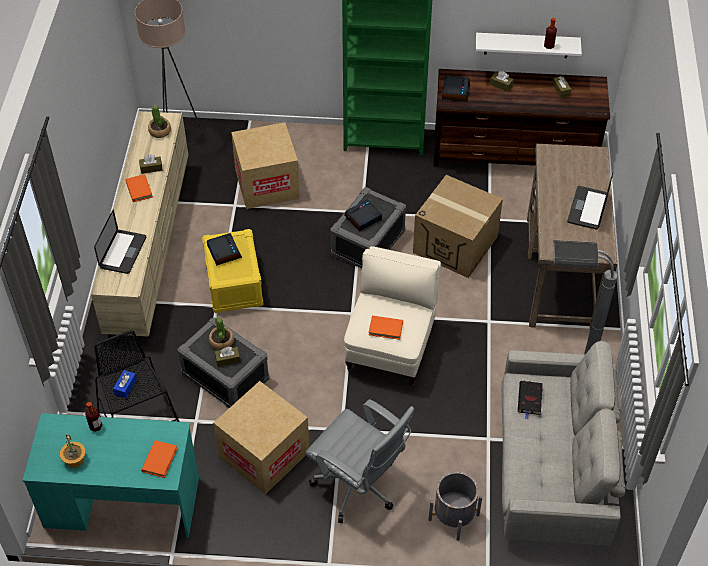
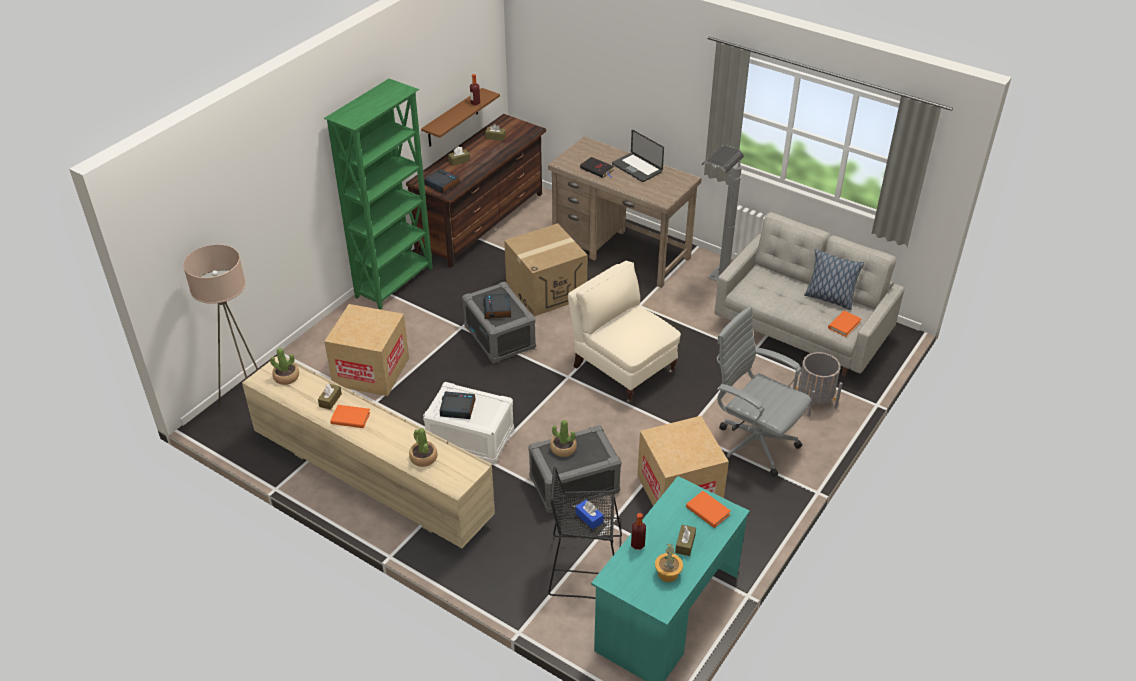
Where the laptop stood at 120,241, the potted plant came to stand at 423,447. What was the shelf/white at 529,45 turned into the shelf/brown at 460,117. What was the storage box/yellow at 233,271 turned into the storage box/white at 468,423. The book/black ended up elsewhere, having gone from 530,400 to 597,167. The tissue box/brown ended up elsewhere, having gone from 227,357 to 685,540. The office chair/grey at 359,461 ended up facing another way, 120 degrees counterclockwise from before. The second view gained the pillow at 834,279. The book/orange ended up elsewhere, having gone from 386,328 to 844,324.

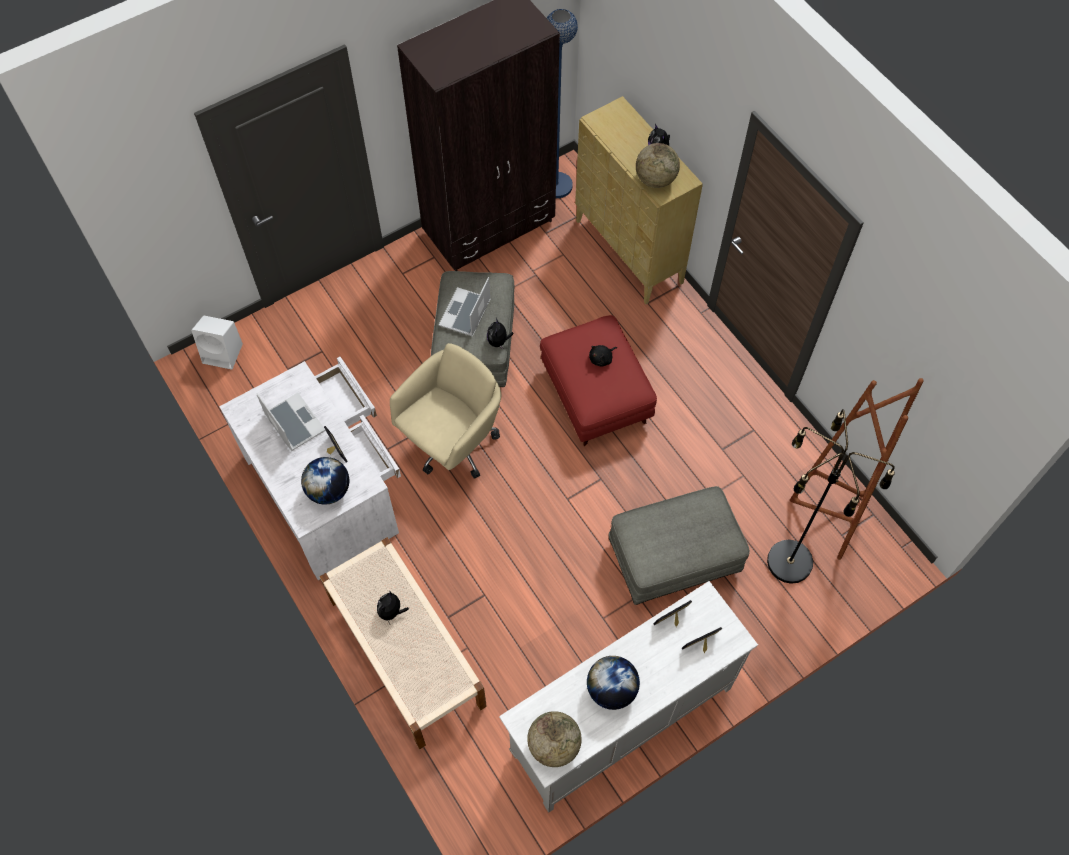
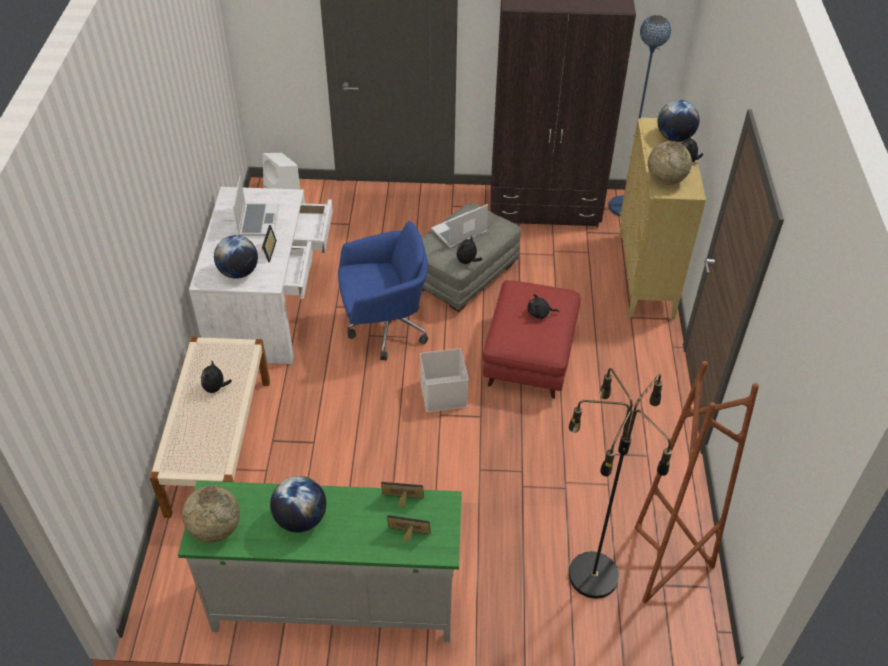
What was the dresser/white at 628,697 turned into the dresser/green at 320,561. The plush toy at 393,607 ended up facing another way, 45 degrees counterclockwise from before. What was the office chair/beige at 445,411 turned into the office chair/blue at 383,290. The second view gained the storage box/white at 444,380. The second view gained the globe at 679,121. The second view lost the ottoman/grey at 679,545.

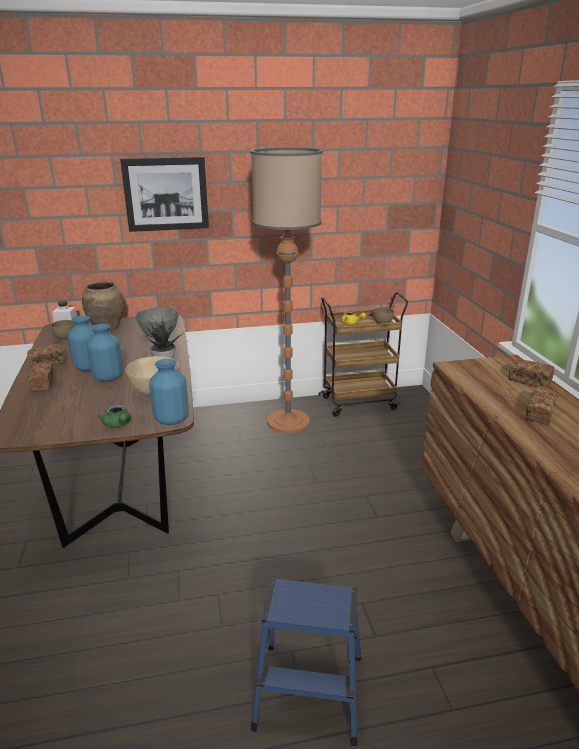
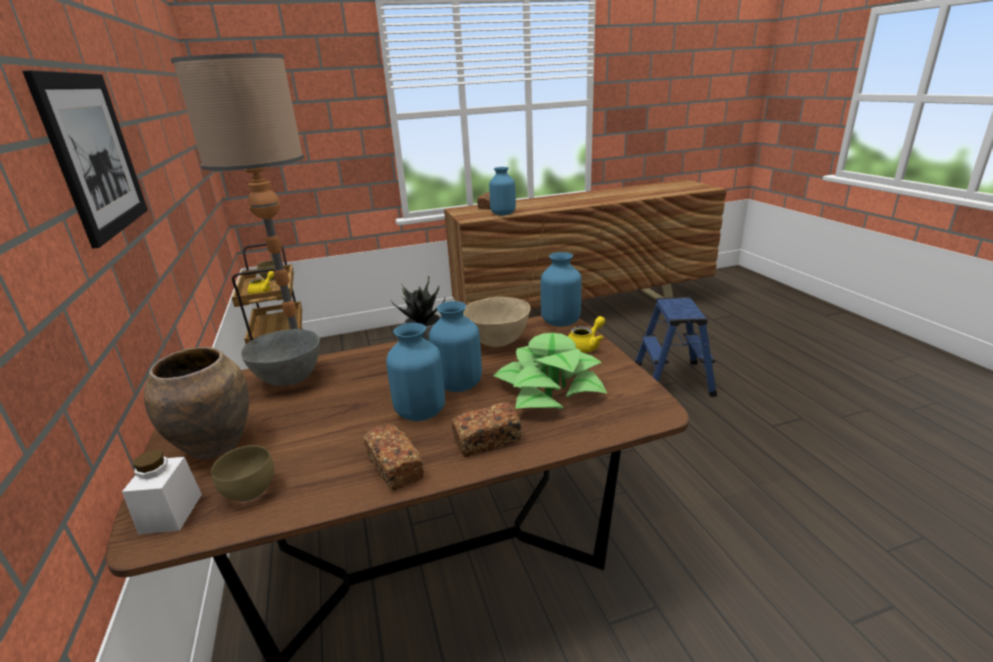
The second view gained the vase/blue at 502,191. The second view gained the potted plant at 550,371. What was the teapot/green at 114,416 turned into the teapot/yellow at 586,334. The second view lost the bread at 542,405.

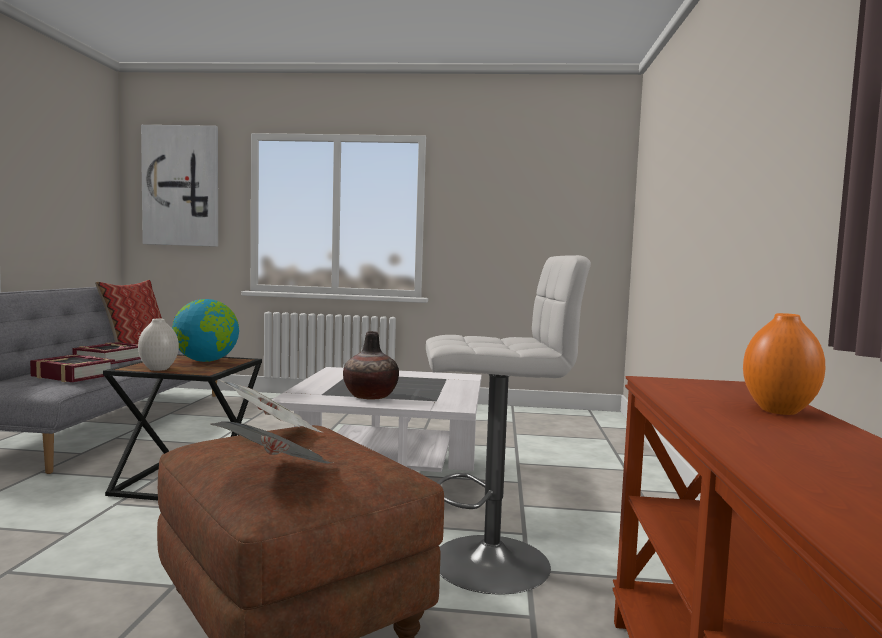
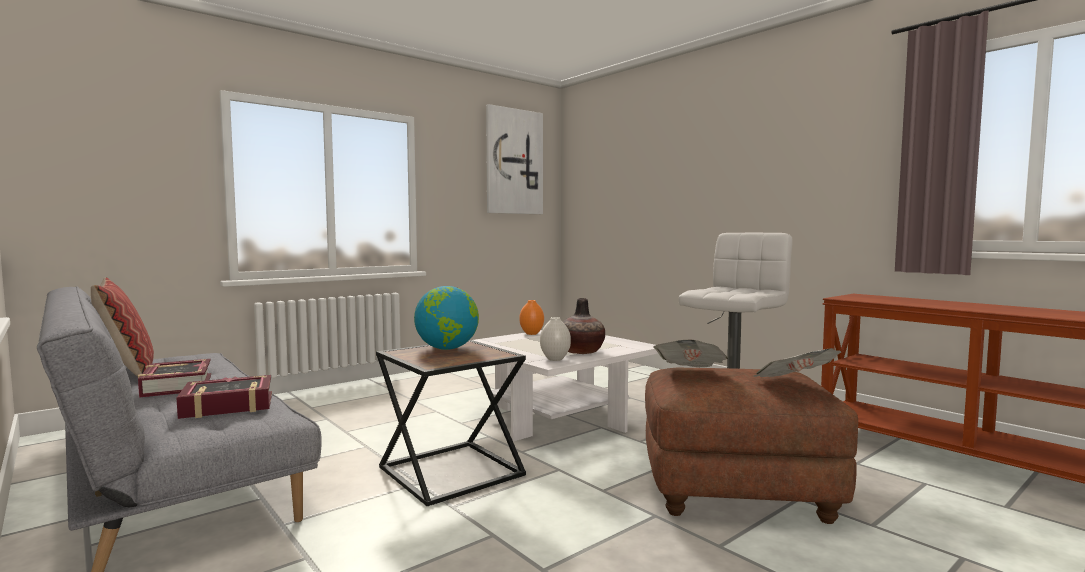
The picture ended up elsewhere, having gone from 179,186 to 514,159. The vase/orange ended up elsewhere, having gone from 784,364 to 531,317. The vase/white ended up elsewhere, having gone from 158,345 to 555,339.

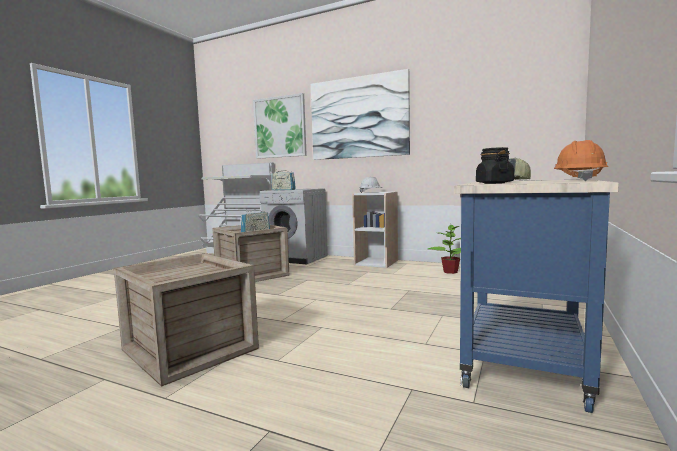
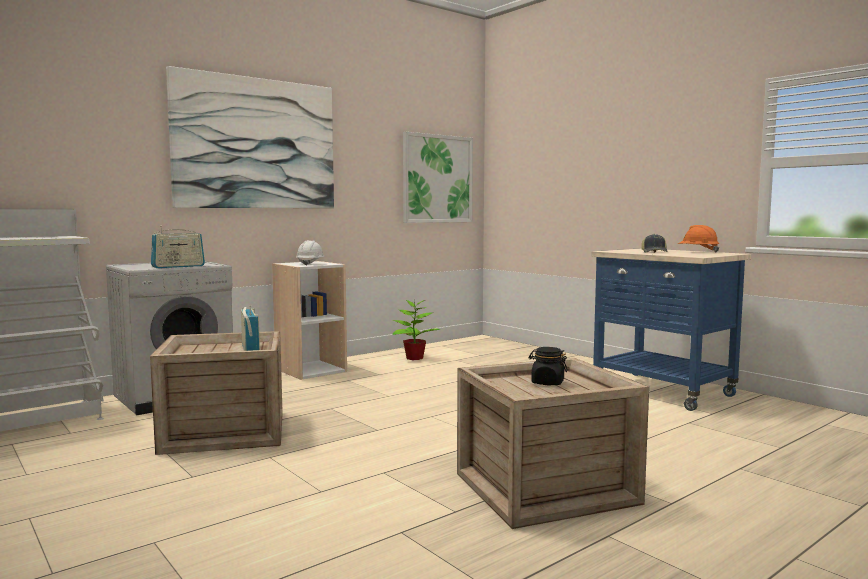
The picture ended up elsewhere, having gone from 280,126 to 438,177. The jar/black ended up elsewhere, having gone from 495,165 to 548,366.

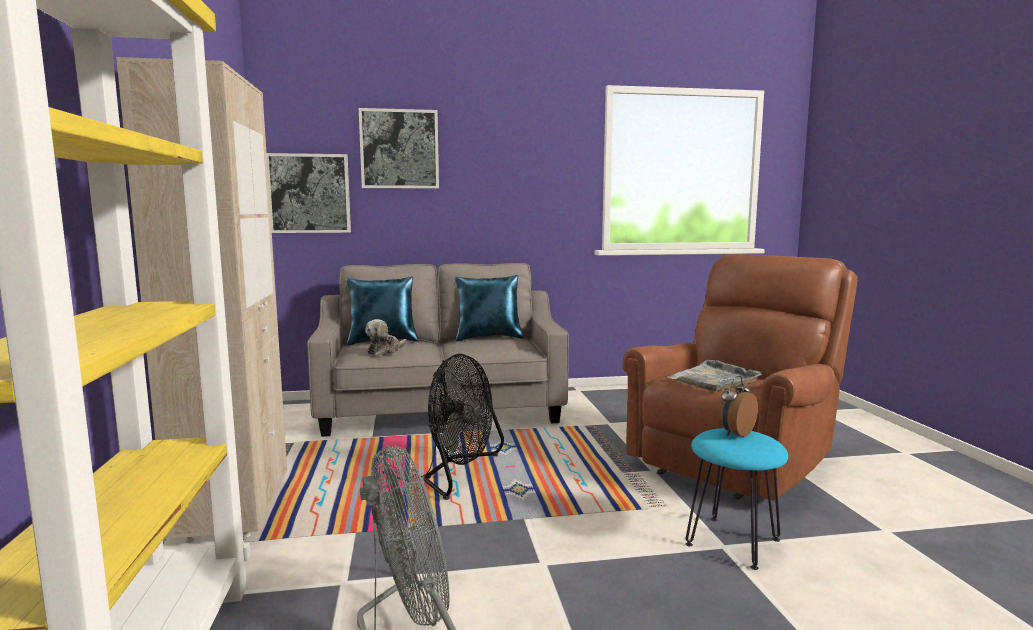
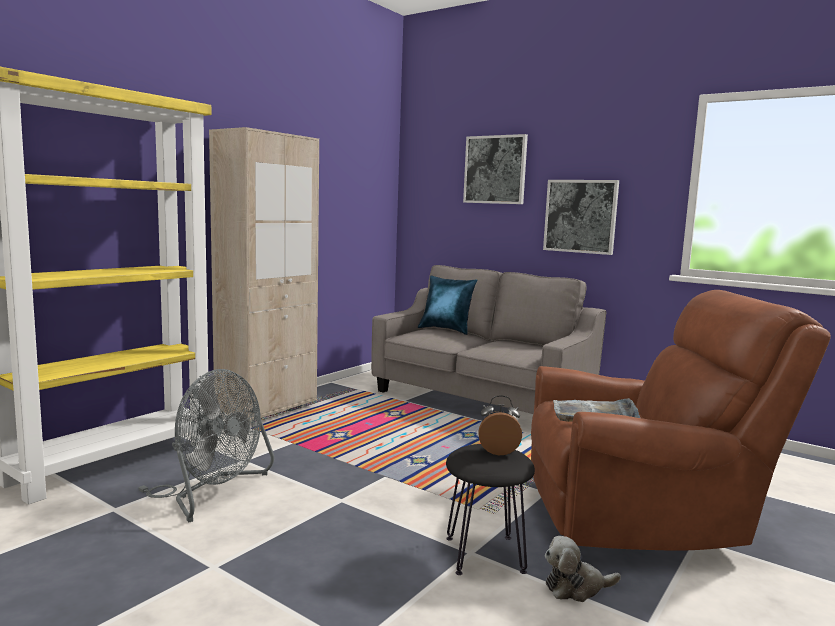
What was the stool/turquoise at 736,499 turned into the stool/black at 490,509. The picture ended up elsewhere, having gone from 309,193 to 581,217. The plush toy ended up elsewhere, having gone from 386,337 to 583,569. The second view lost the fan/black at 443,427. The second view lost the pillow/blue at 489,308.

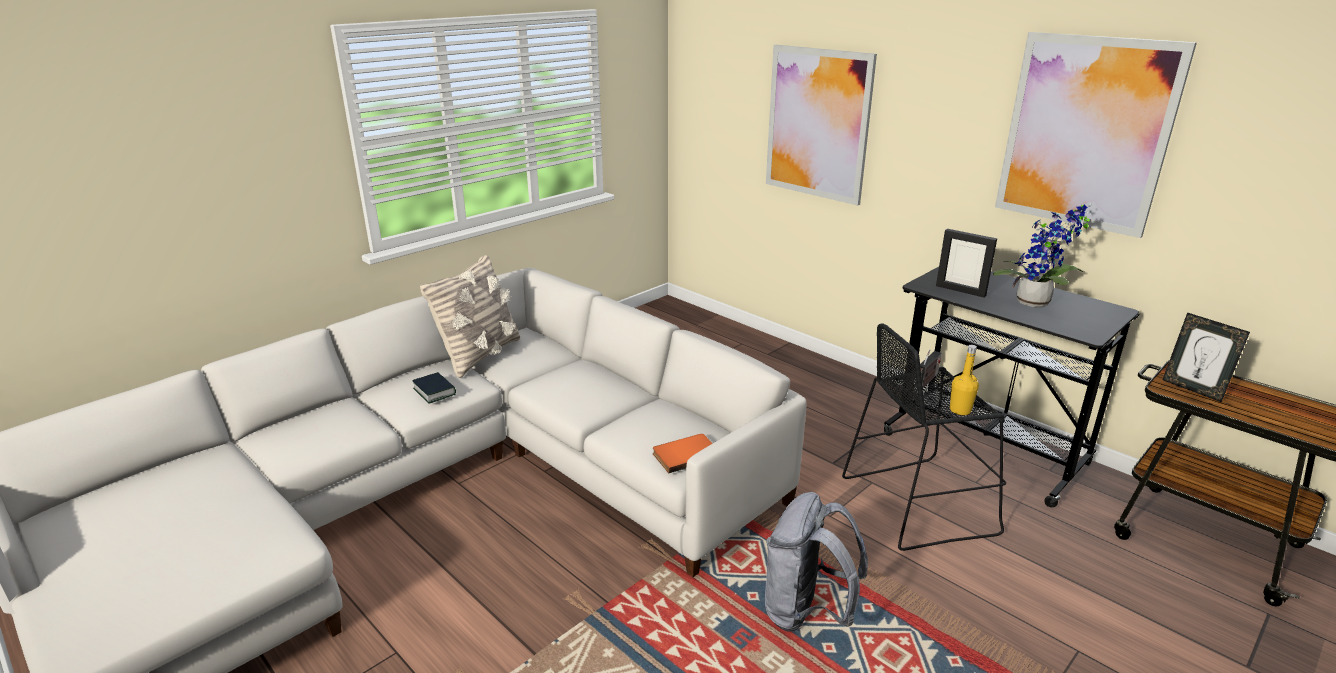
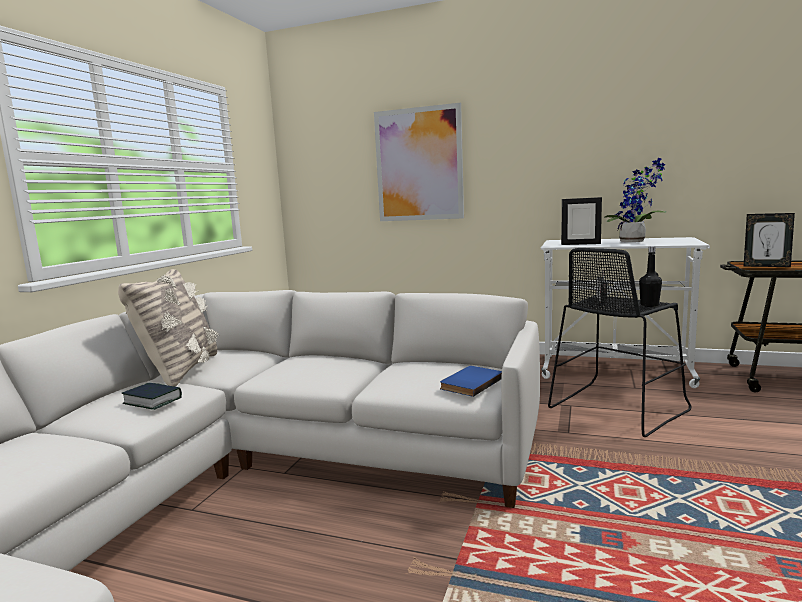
What was the book/orange at 683,453 turned into the book/blue at 471,381. What was the desk/black at 1011,387 turned into the desk/white at 625,312. What was the bottle/yellow at 964,380 turned into the bottle/black at 650,276. The second view lost the backpack/grey at 816,562. The second view lost the picture at 1096,135.

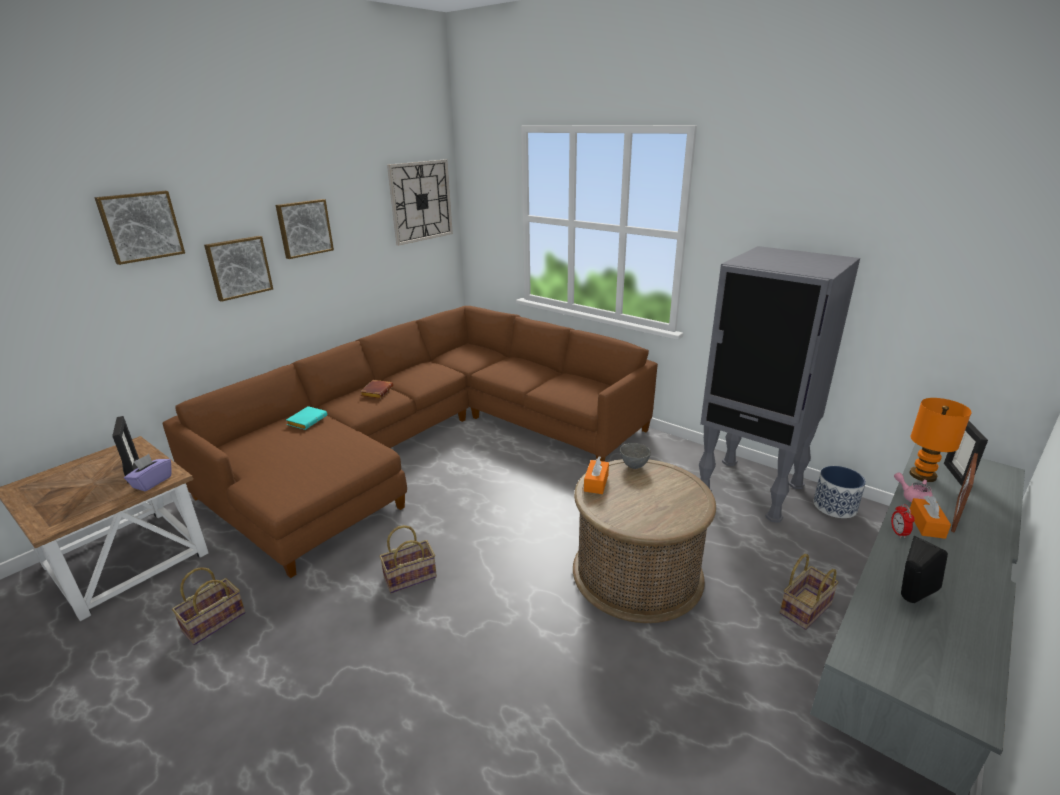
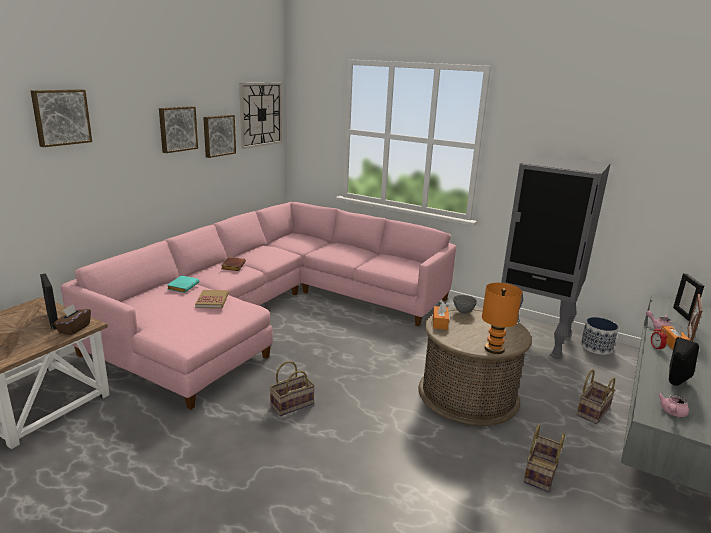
What was the tissue box/purple at 147,472 turned into the tissue box/brown at 72,319. What was the sofa/brown at 410,442 turned into the sofa/pink at 258,306. The second view gained the book at 212,299. The picture ended up elsewhere, having gone from 238,269 to 219,136. The table lamp/orange ended up elsewhere, having gone from 941,440 to 502,318. The basket ended up elsewhere, having gone from 209,606 to 544,458. The second view gained the teapot/pink at 673,405.

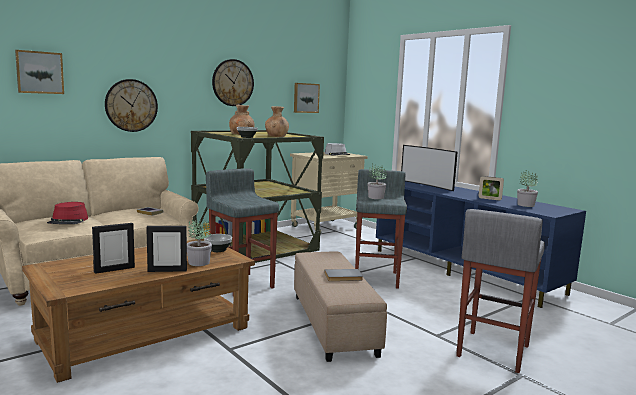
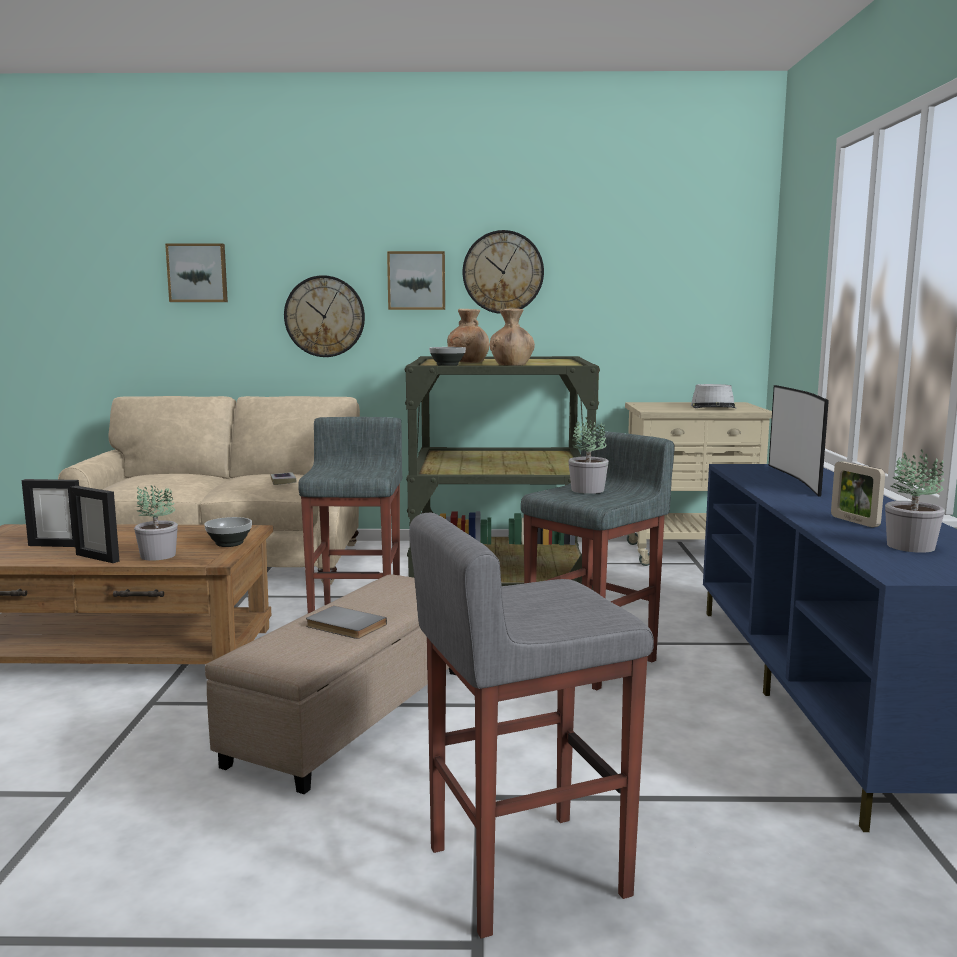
The picture ended up elsewhere, having gone from 307,98 to 416,280. The second view lost the hat/red at 67,213.

